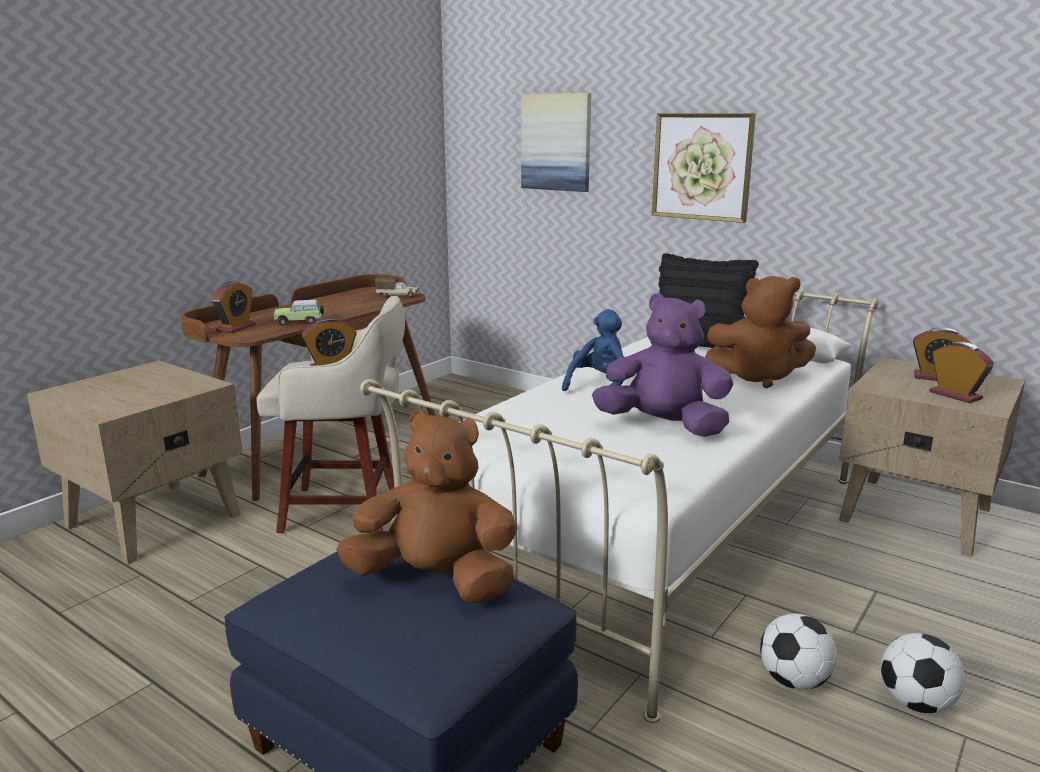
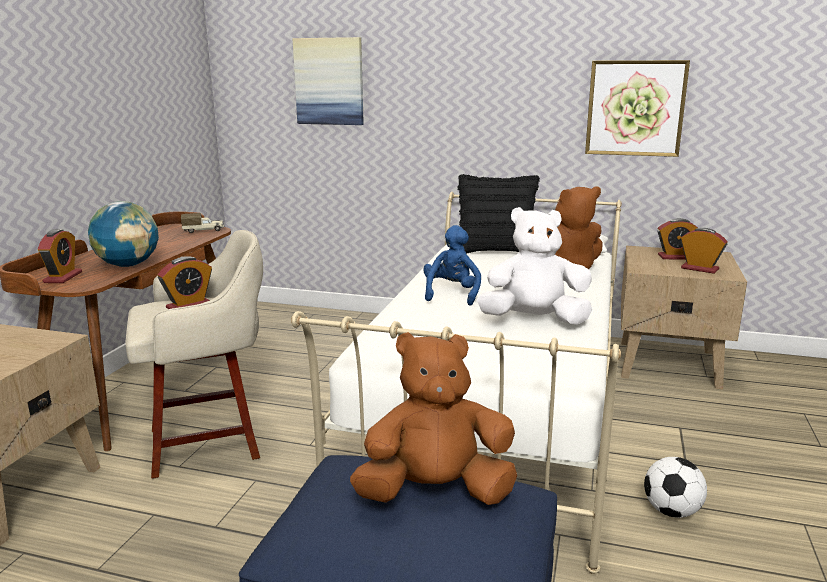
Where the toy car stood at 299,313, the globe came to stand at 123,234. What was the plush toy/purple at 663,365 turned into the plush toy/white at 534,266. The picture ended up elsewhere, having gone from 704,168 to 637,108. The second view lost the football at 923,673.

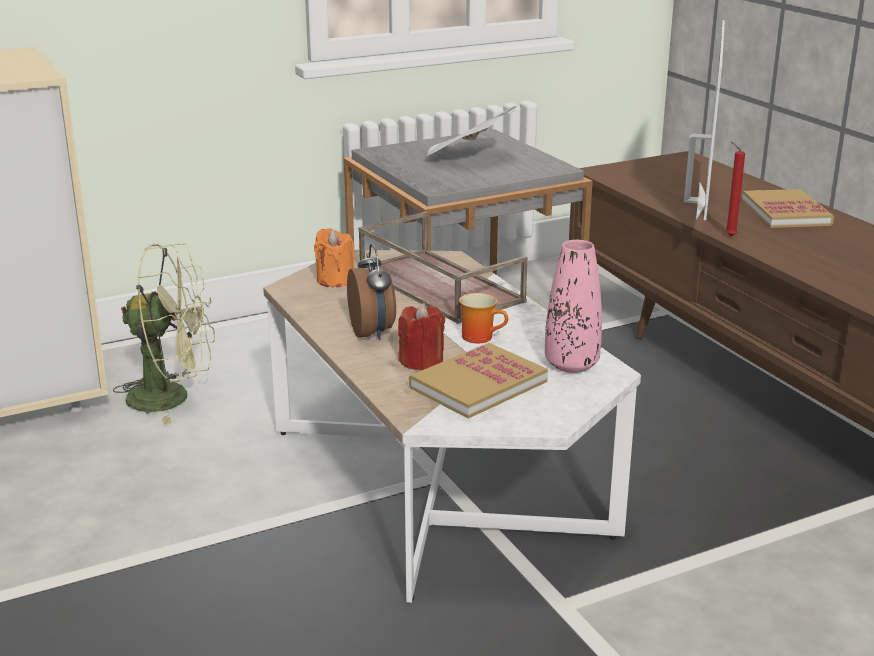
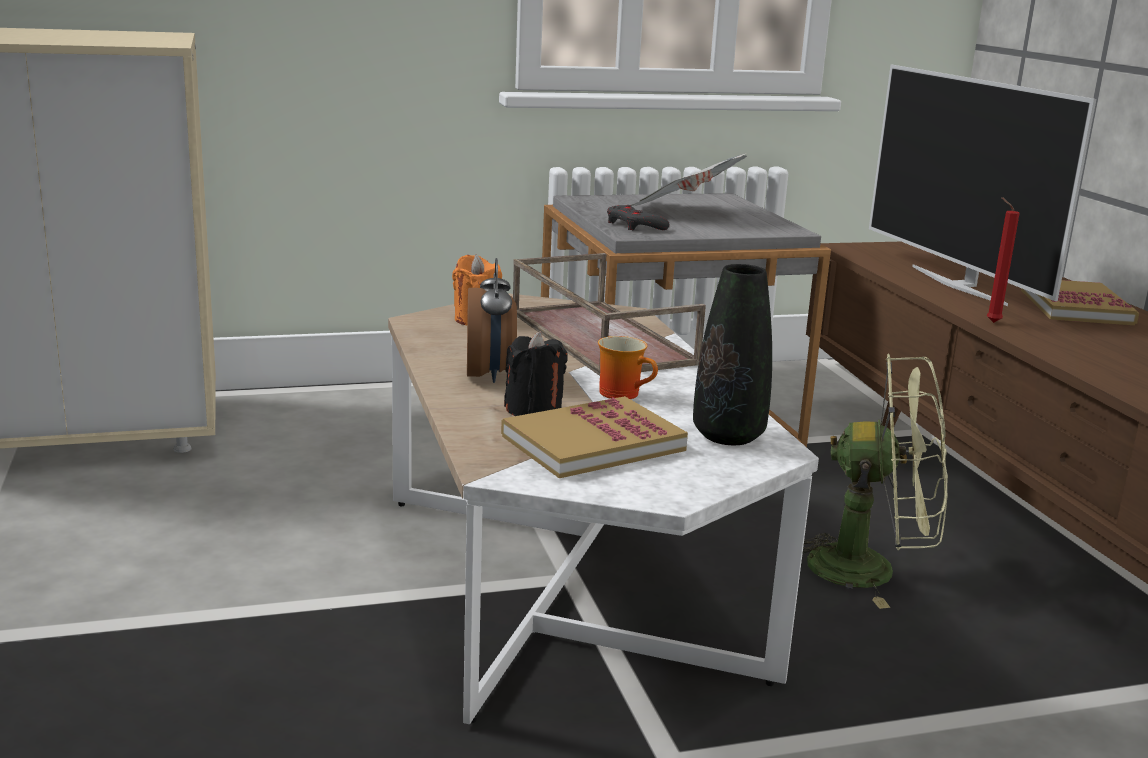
What was the candle/red at 421,336 turned into the candle/black at 536,373. The second view gained the game controller/grey at 638,217. What was the vase/pink at 573,306 turned into the vase/black at 732,355. The fan/green ended up elsewhere, having gone from 164,334 to 875,481. The television at 704,120 ended up facing another way, 135 degrees clockwise from before.

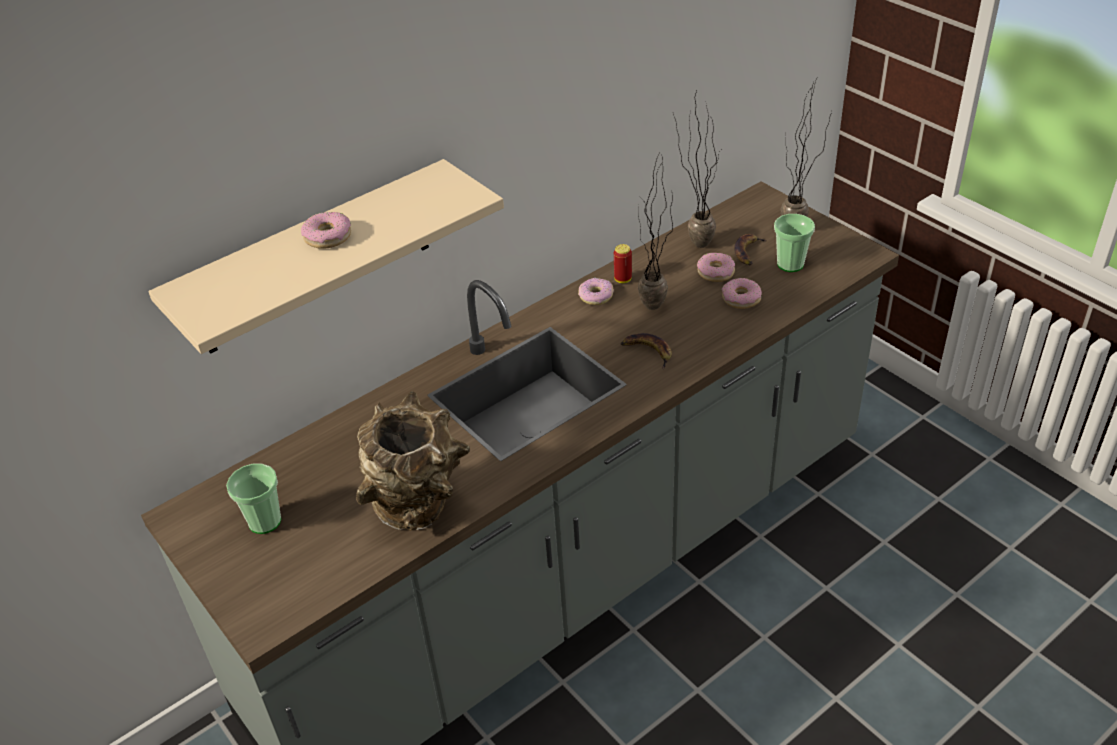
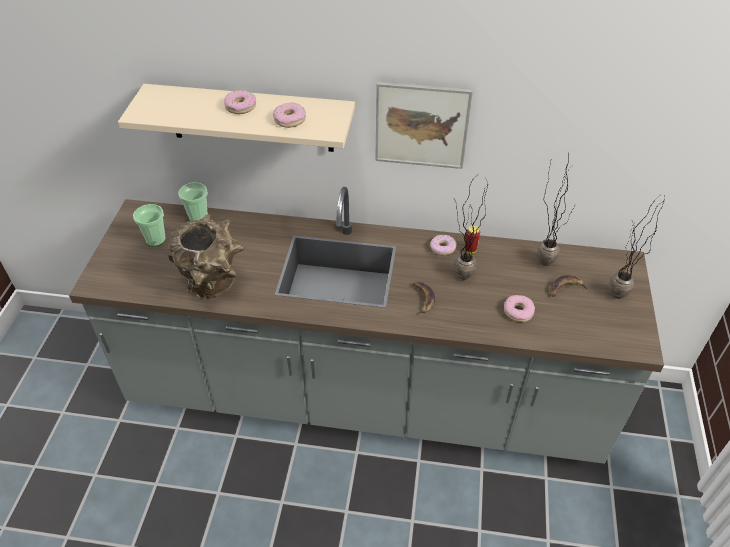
The cup ended up elsewhere, having gone from 794,243 to 193,201. The donut ended up elsewhere, having gone from 716,267 to 289,115. The second view gained the picture at 424,125.

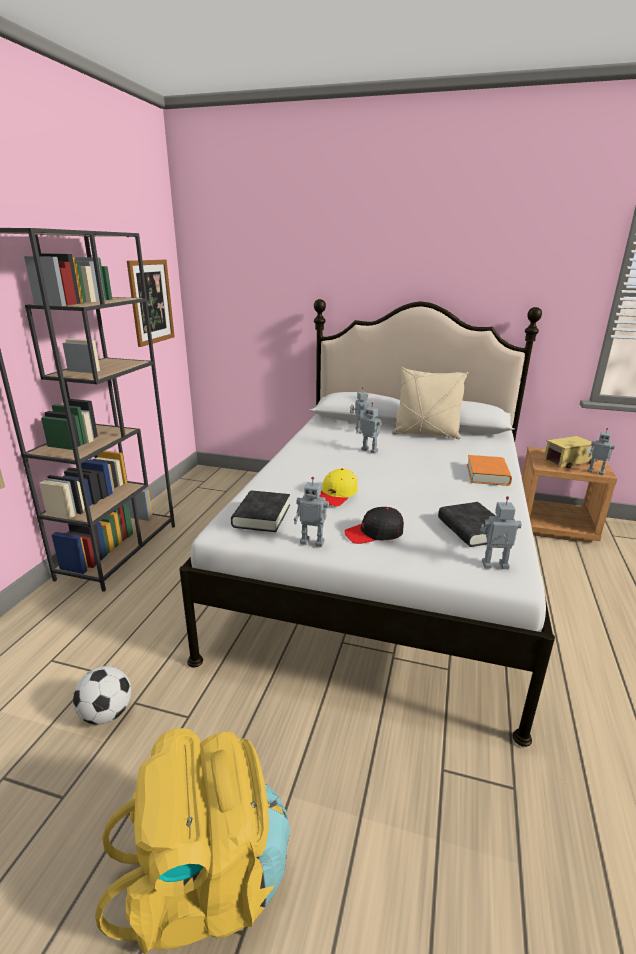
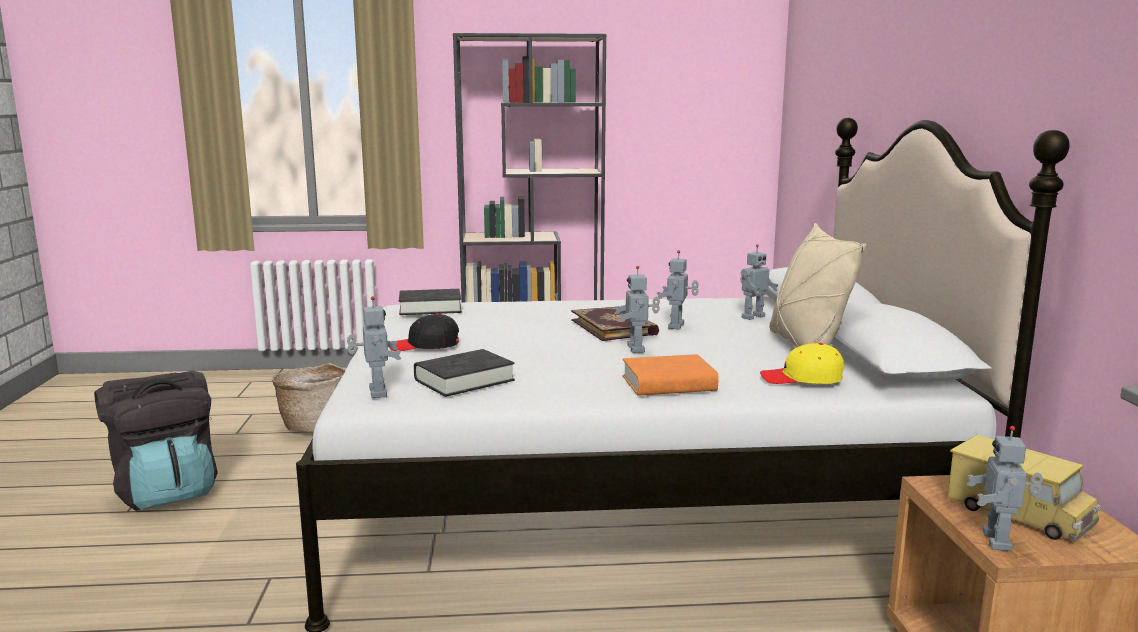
What was the backpack/yellow at 192,841 turned into the backpack/black at 156,441. Where the football stood at 102,695, the basket came to stand at 308,397. The cap/black at 374,525 ended up facing another way, 60 degrees counterclockwise from before. The second view gained the book at 615,323. The toy robot ended up elsewhere, having gone from 311,512 to 637,309. The cap/yellow ended up elsewhere, having gone from 338,487 to 802,363. The second view lost the picture at 151,303.

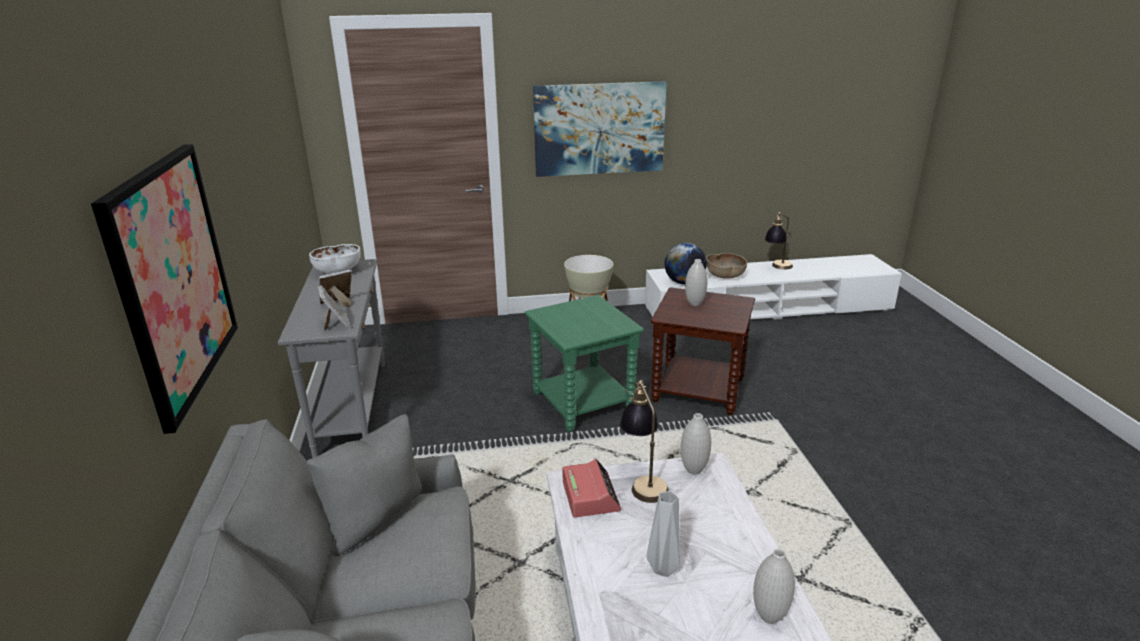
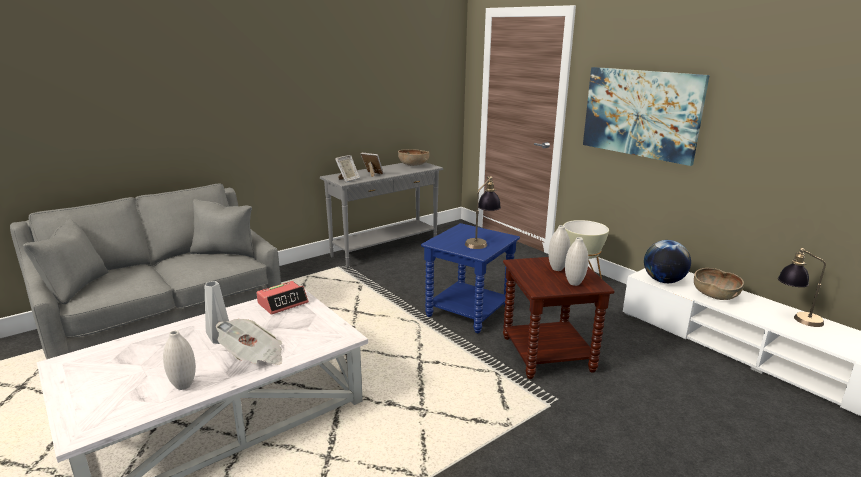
The second view gained the newspaper at 249,342. What was the bowl/white at 335,259 turned into the bowl/brown at 413,157. What was the side table/green at 584,363 turned into the side table/blue at 470,278. The table lamp ended up elsewhere, having gone from 644,441 to 483,212. The vase/white ended up elsewhere, having gone from 696,443 to 577,261. The second view lost the picture at 164,289.

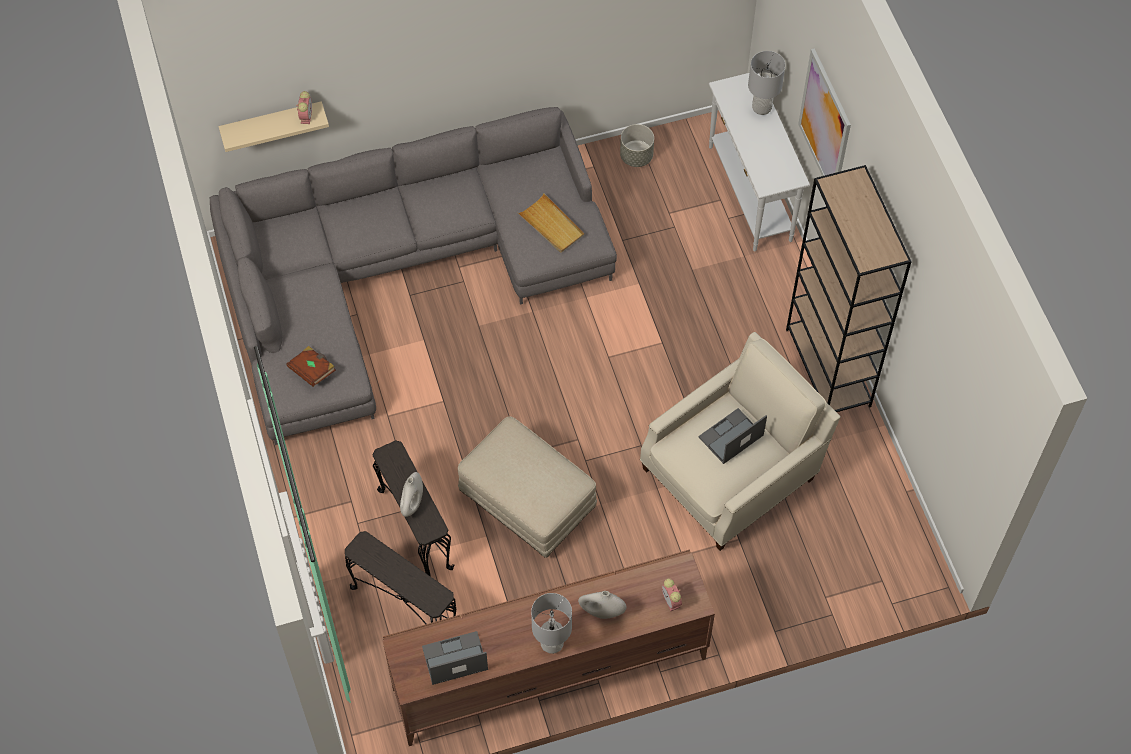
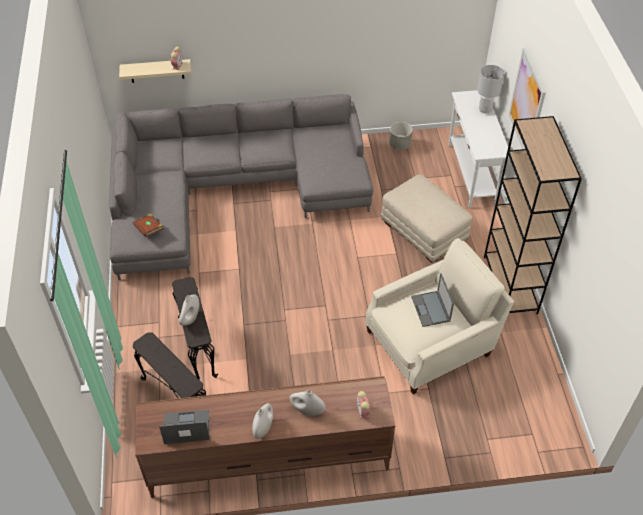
Where the table lamp/grey stood at 551,623, the vase/white came to stand at 262,421. The ottoman/beige ended up elsewhere, having gone from 527,487 to 426,218. The laptop at 732,436 ended up facing another way, 75 degrees counterclockwise from before. The second view lost the tray/beige at 550,223.

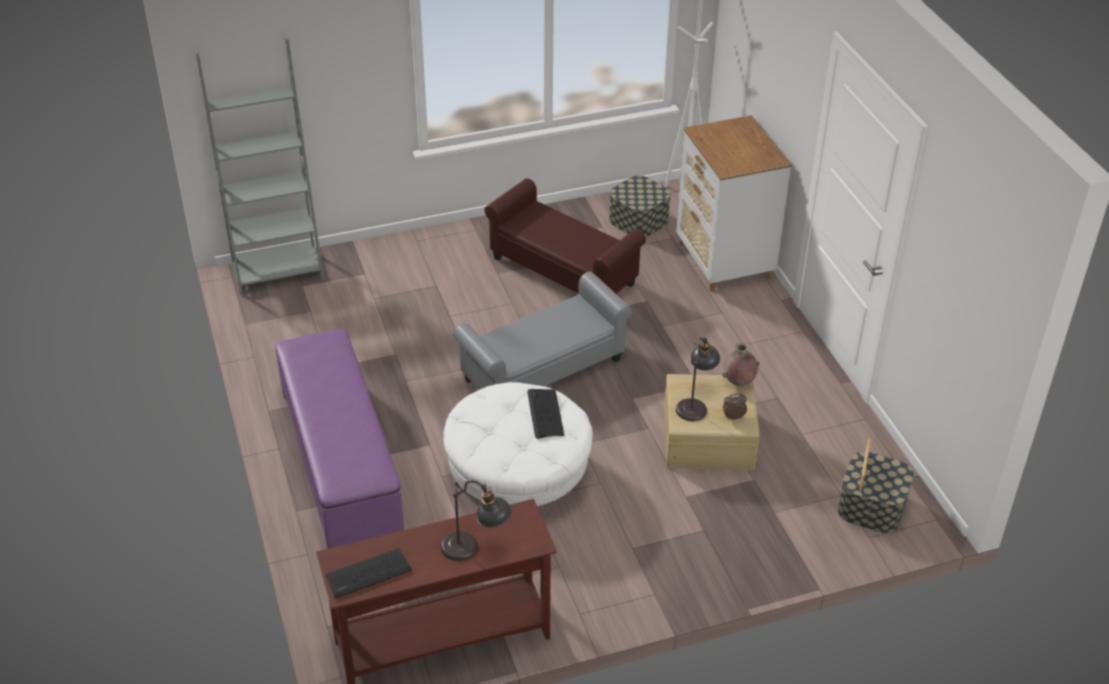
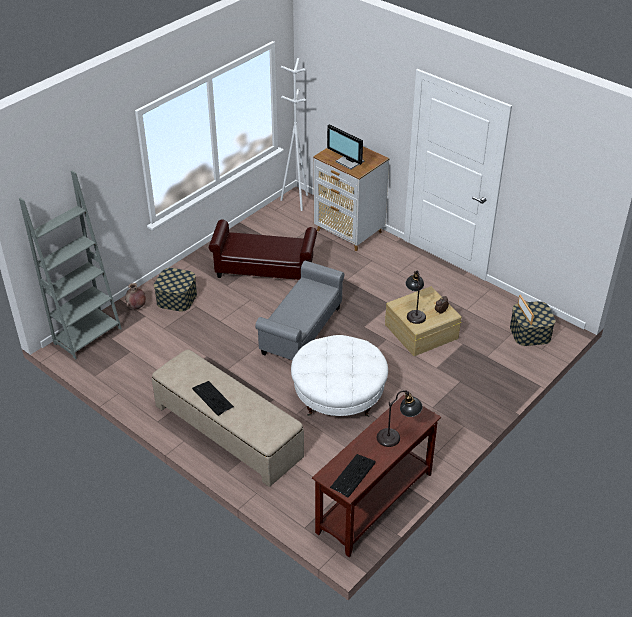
The vase/brown ended up elsewhere, having gone from 741,364 to 135,296. What was the bench/purple at 339,439 turned into the bench/beige at 228,418. The storage box ended up elsewhere, having gone from 640,206 to 175,290. The keyboard ended up elsewhere, having gone from 546,414 to 213,398. The second view gained the monitor at 345,147.

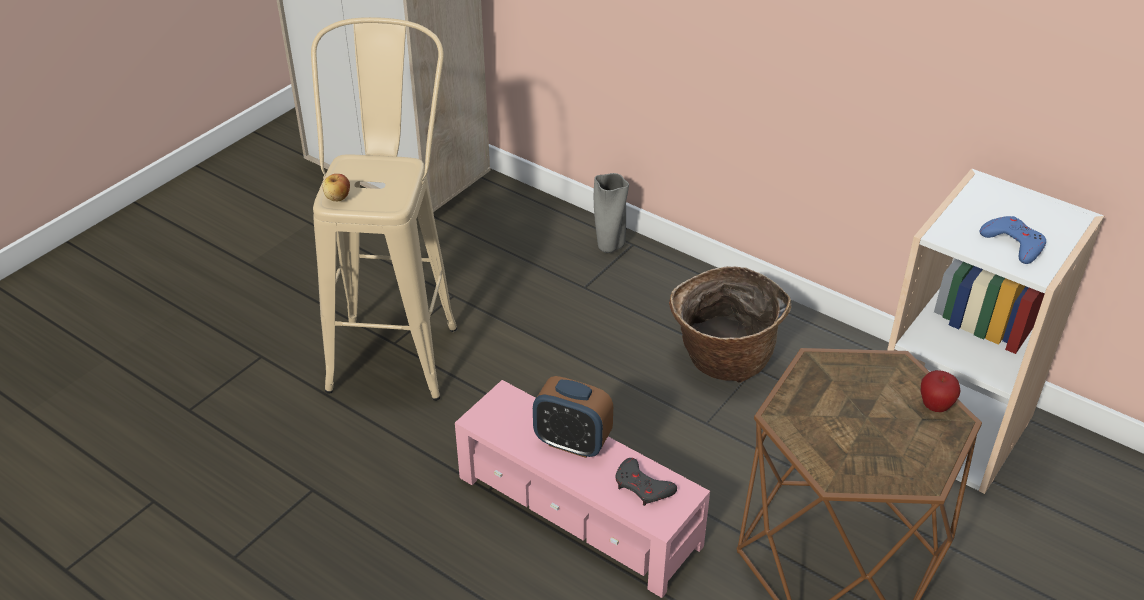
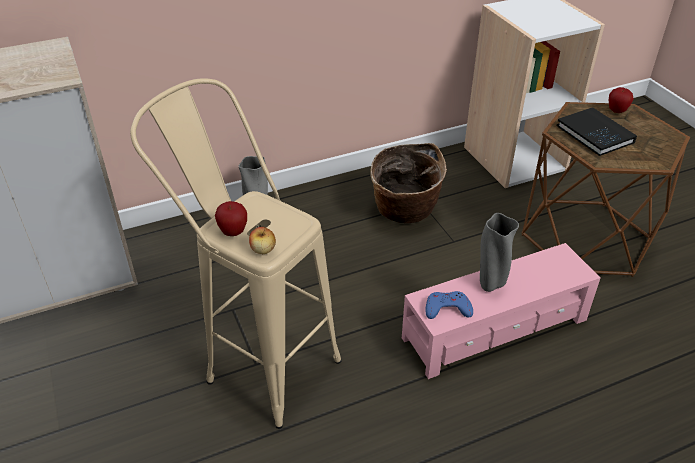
The second view gained the apple at 231,218. The game controller/blue ended up elsewhere, having gone from 1012,240 to 449,305. Where the alarm clock stood at 573,417, the vase/grey came to stand at 499,252. The second view gained the book/black at 596,131. The second view lost the game controller/grey at 646,482.

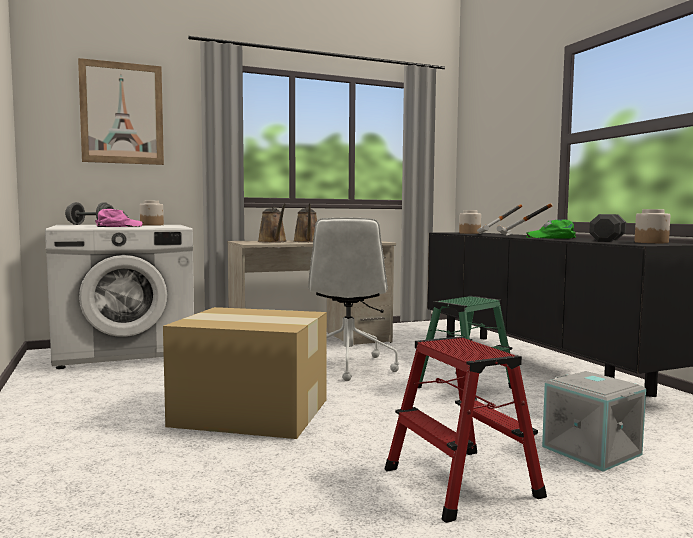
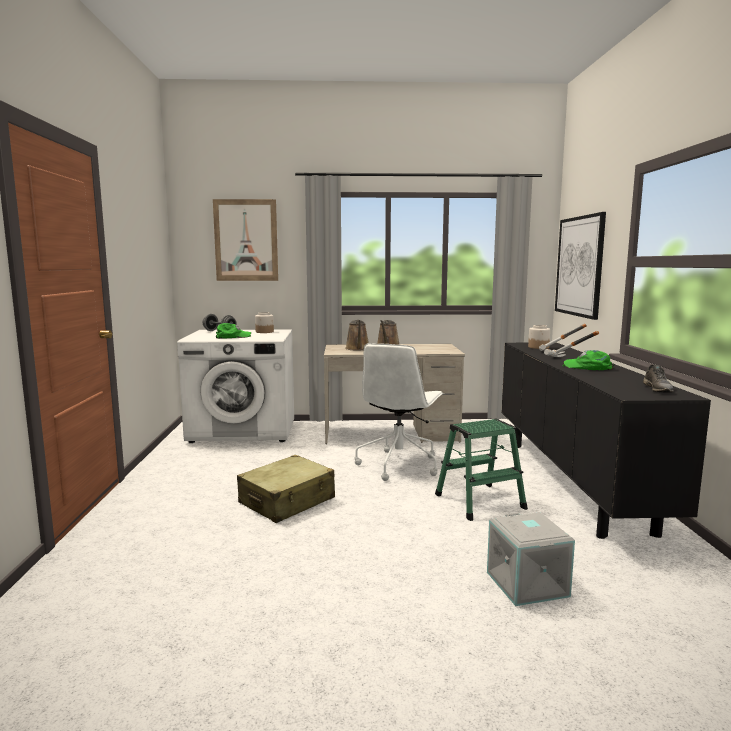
What was the cap/pink at 119,218 turned into the cap/green at 233,331. Where the cardboard box stood at 245,373, the suitcase/beige came to stand at 286,489. The second view gained the picture at 580,266. Where the jar stood at 652,226, the shoe/grey came to stand at 658,378. The second view lost the step ladder/red at 466,429. The second view lost the dumbbell/black at 607,228.

